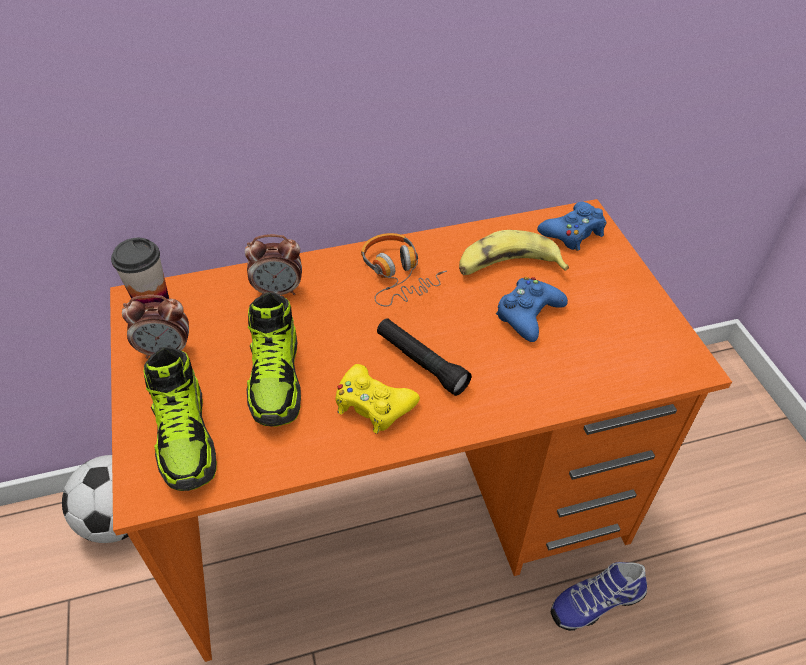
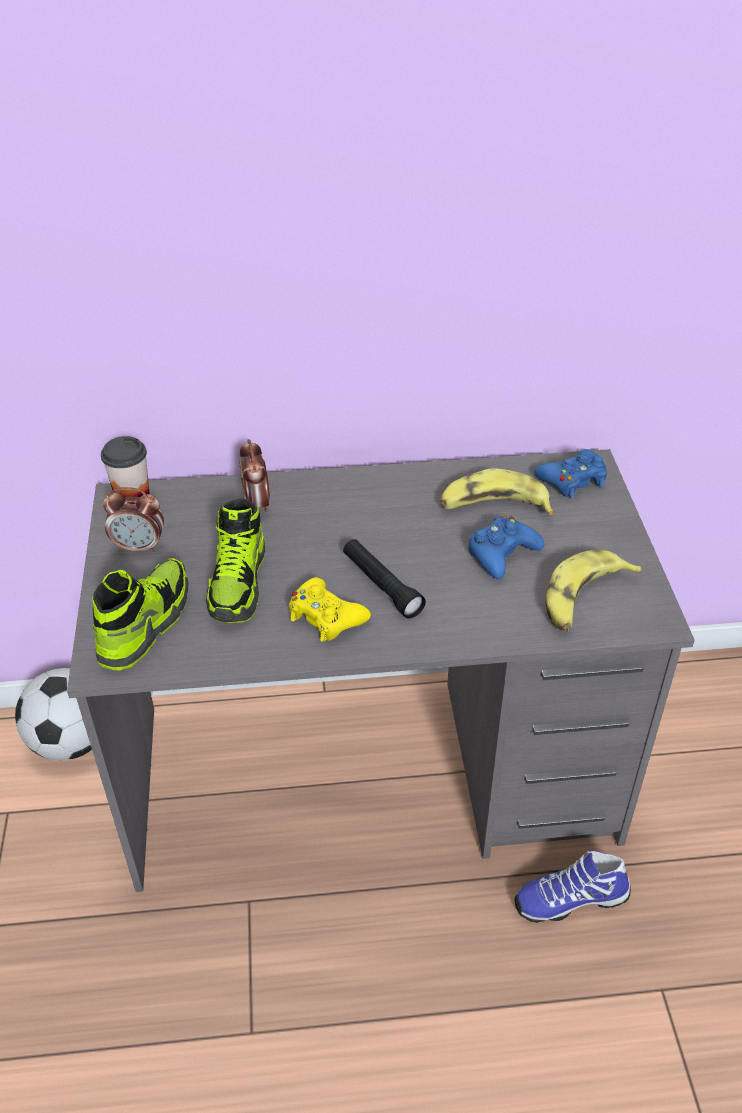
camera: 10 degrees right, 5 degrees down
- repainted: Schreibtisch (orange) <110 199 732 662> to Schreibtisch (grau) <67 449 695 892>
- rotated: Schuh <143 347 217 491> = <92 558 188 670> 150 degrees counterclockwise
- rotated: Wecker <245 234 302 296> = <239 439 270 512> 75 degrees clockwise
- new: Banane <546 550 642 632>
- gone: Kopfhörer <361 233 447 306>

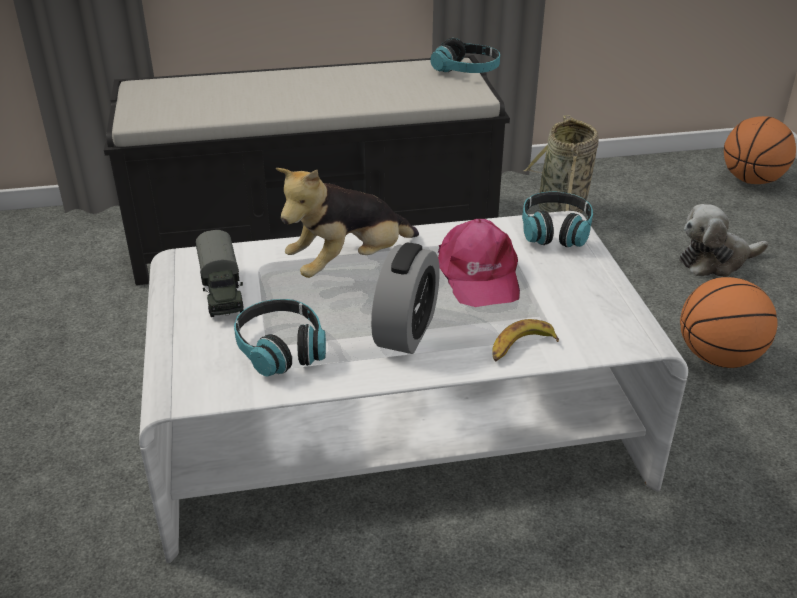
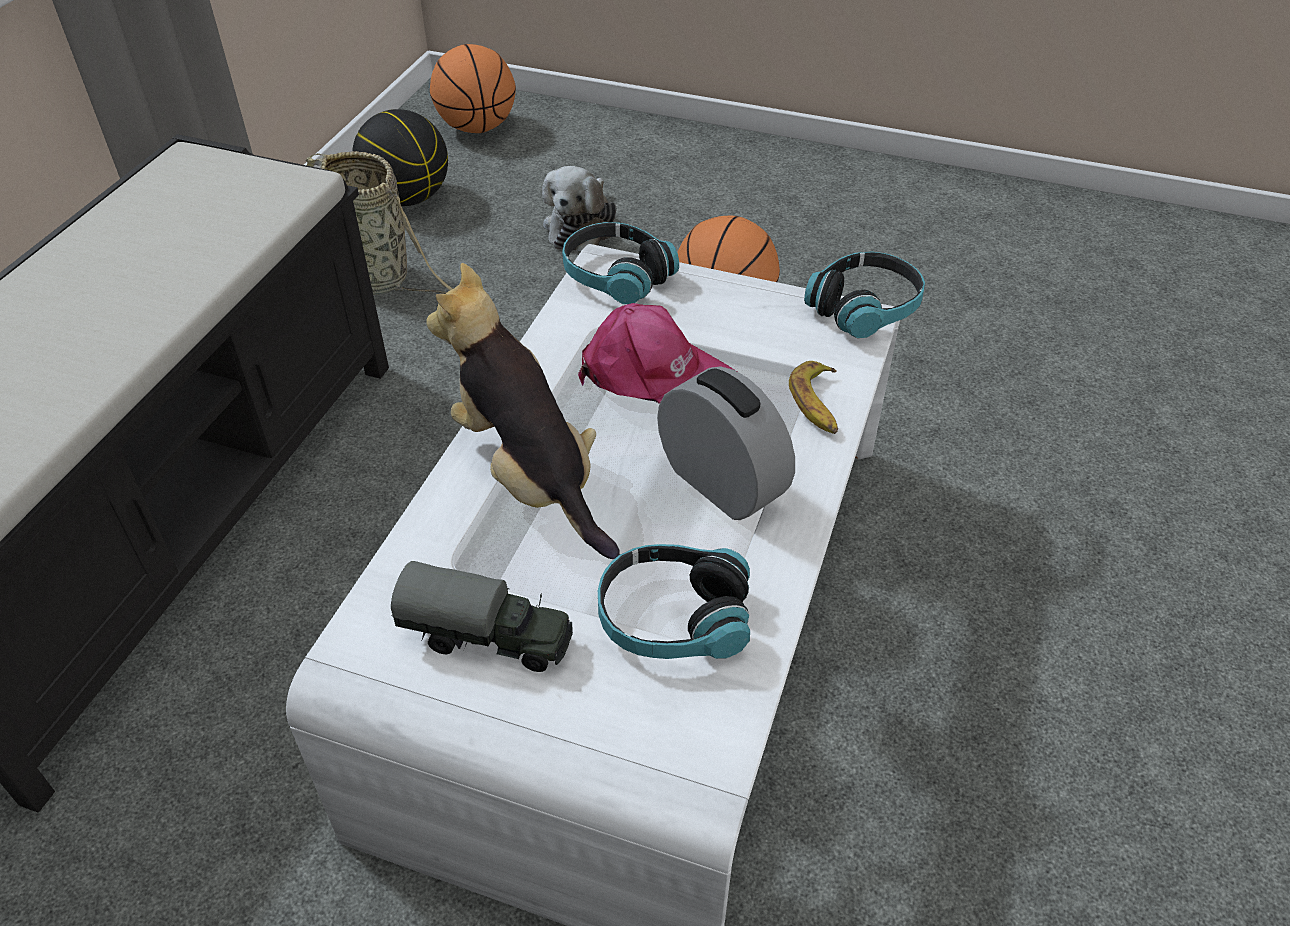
camera: 60 degrees left, 10 degrees up
- new: Basketball <352 109 448 206>
- rotated: Plüschtier <276 168 419 278> = <426 263 620 559> 150 degrees clockwise
- shifted: Kopfhörer <430 38 500 73> to <804 251 925 338>

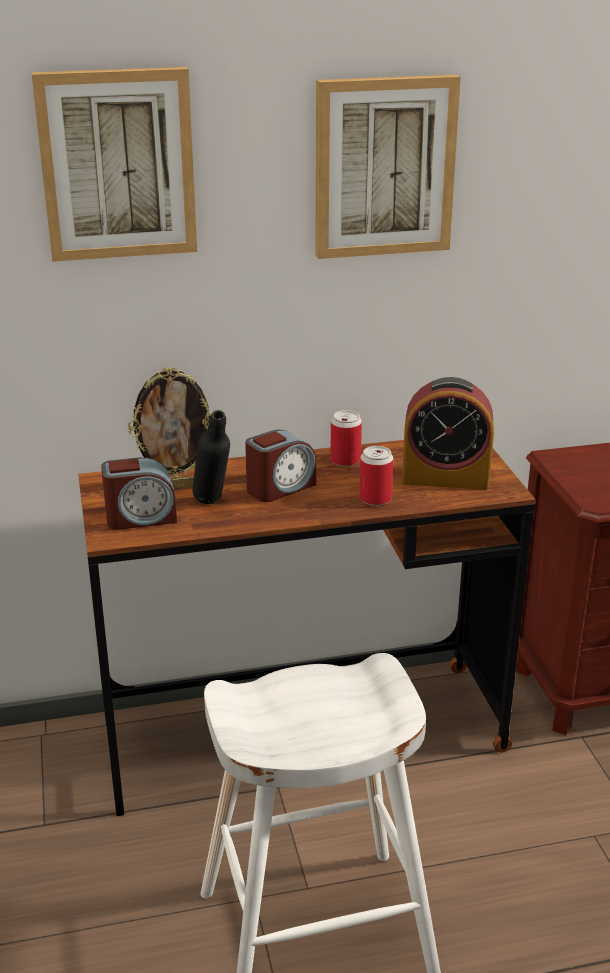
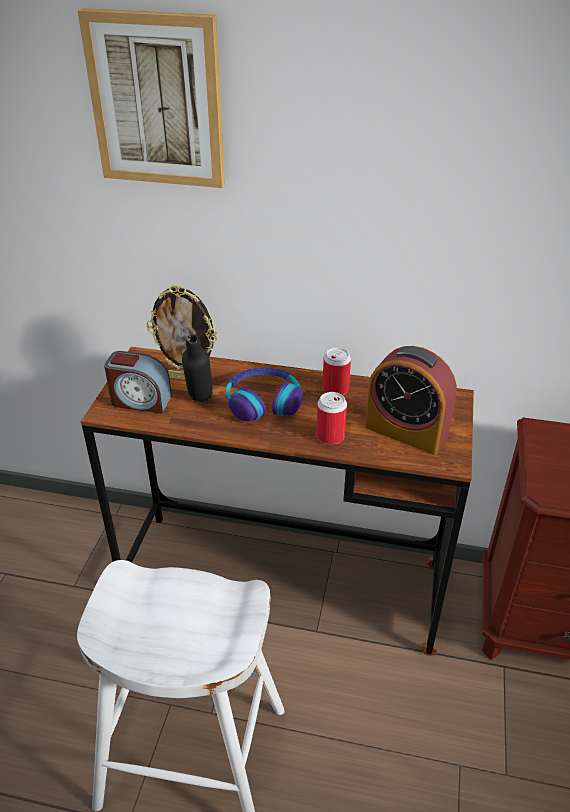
camera: 25 degrees right, 10 degrees up
- swapped: Wecker <245 429 316 502> to Kopfhörer <226 367 303 421>
- gone: Bild <315 75 461 259>

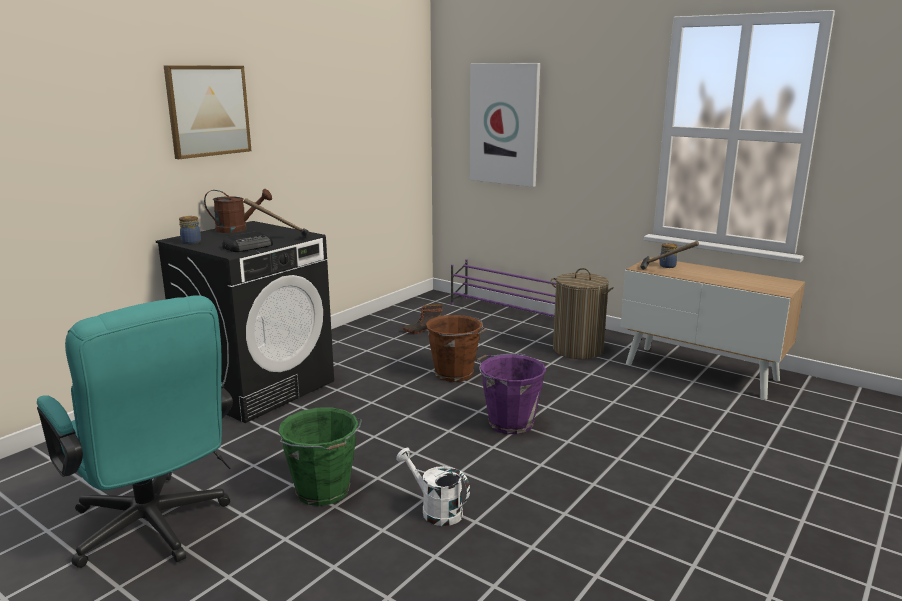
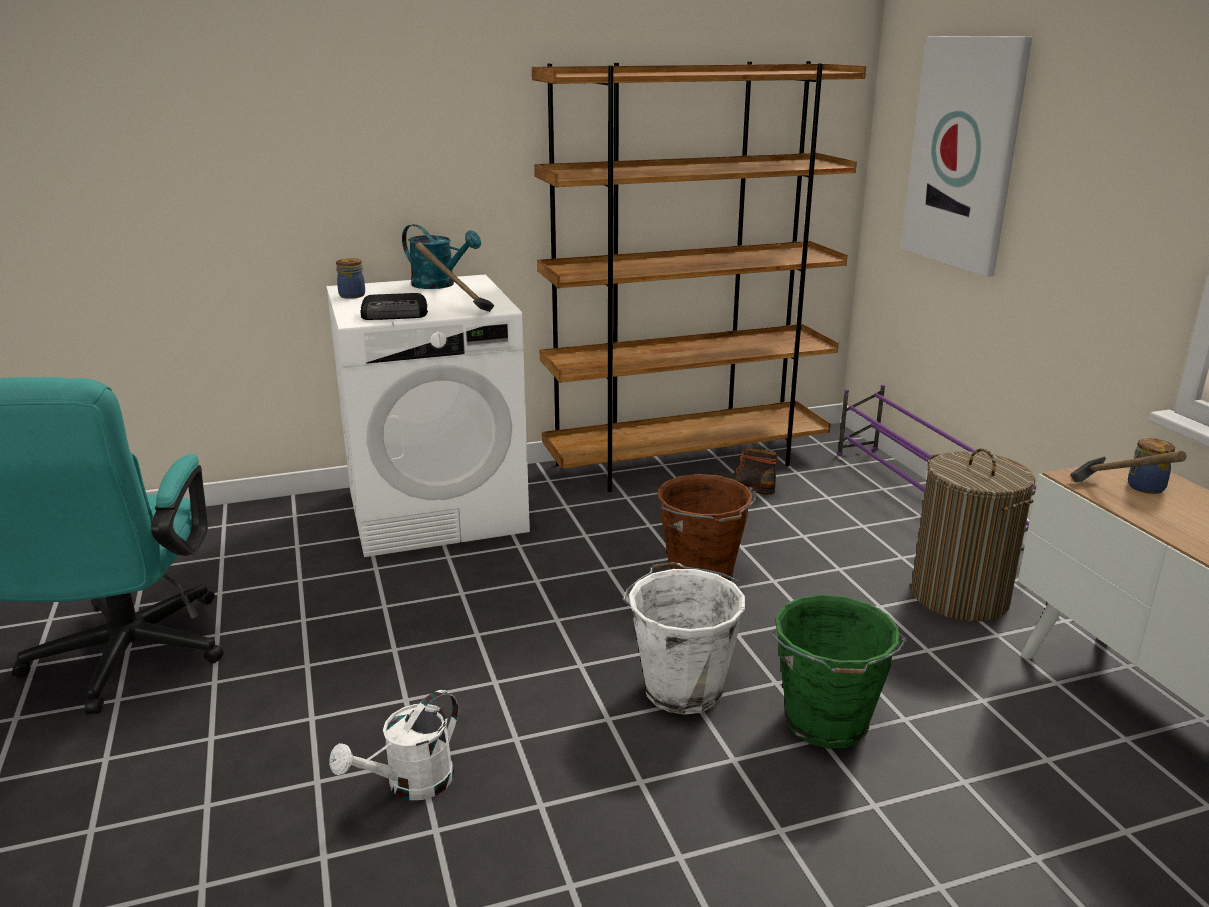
camera: 35 degrees right, 5 degrees up
- repainted: Waschmaschine (schwarz) <156 221 334 423> to Waschmaschine (weiß) <326 275 530 557>
- rotated: Gießkanne (weiß) <396 448 470 526> = <329 690 458 800> 120 degrees counterclockwise
- repainted: Gießkanne (braun) <204 189 272 233> to Gießkanne (türkis) <402 224 481 289>
- new: Bücherregal (braun) <532 61 866 492>
- repainted: Eimer (lila) <477 353 546 434> to Eimer (weiß) <623 562 745 715>
- shifted: Eimer (grün) <278 408 361 506> to <771 594 907 749>
- gone: Bild <164 66 251 159>

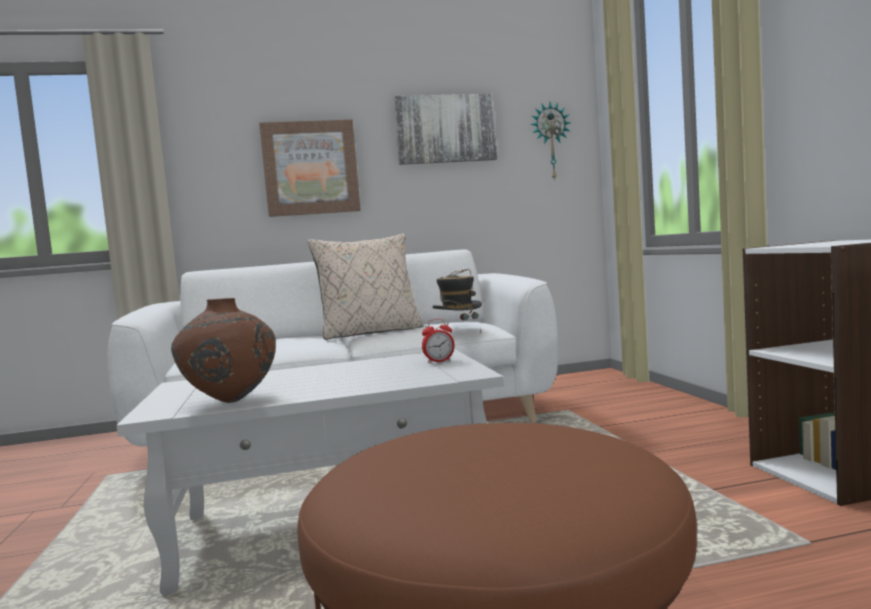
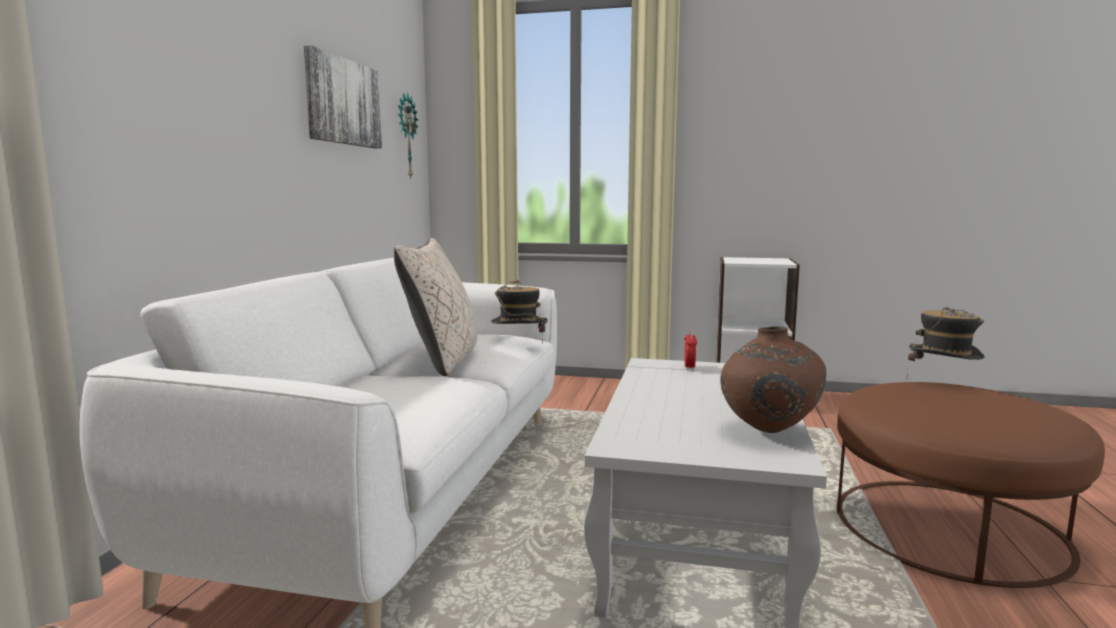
camera: 65 degrees left, 5 degrees up
- new: Hut <907 307 985 378>
- gone: Bild <259 120 361 217>

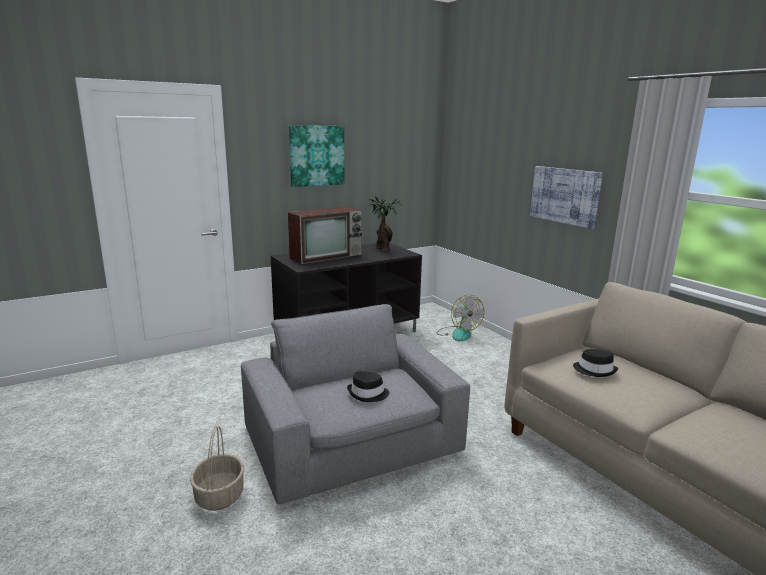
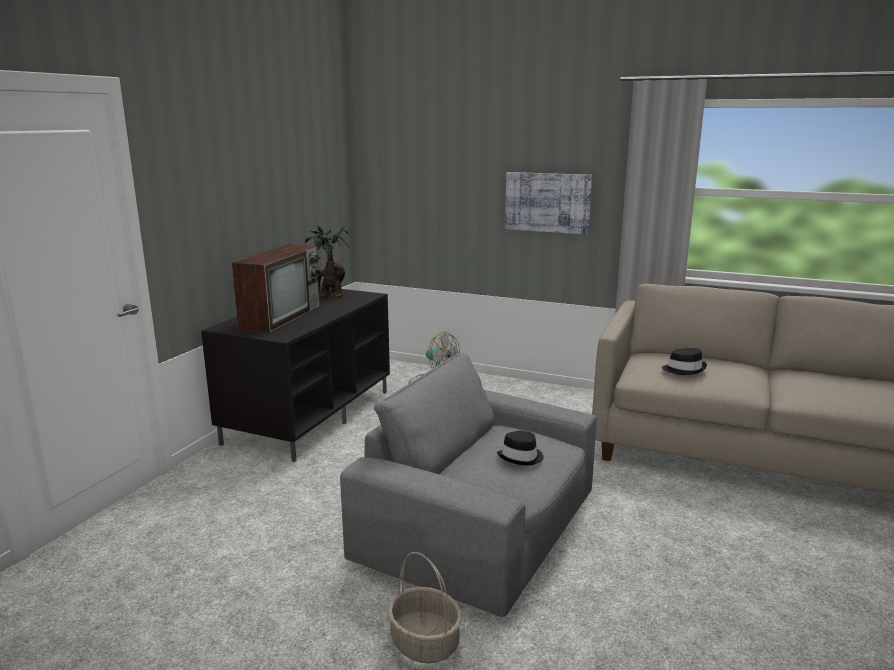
camera: 35 degrees left, 0 degrees up
- gone: Bild <289 125 345 187>

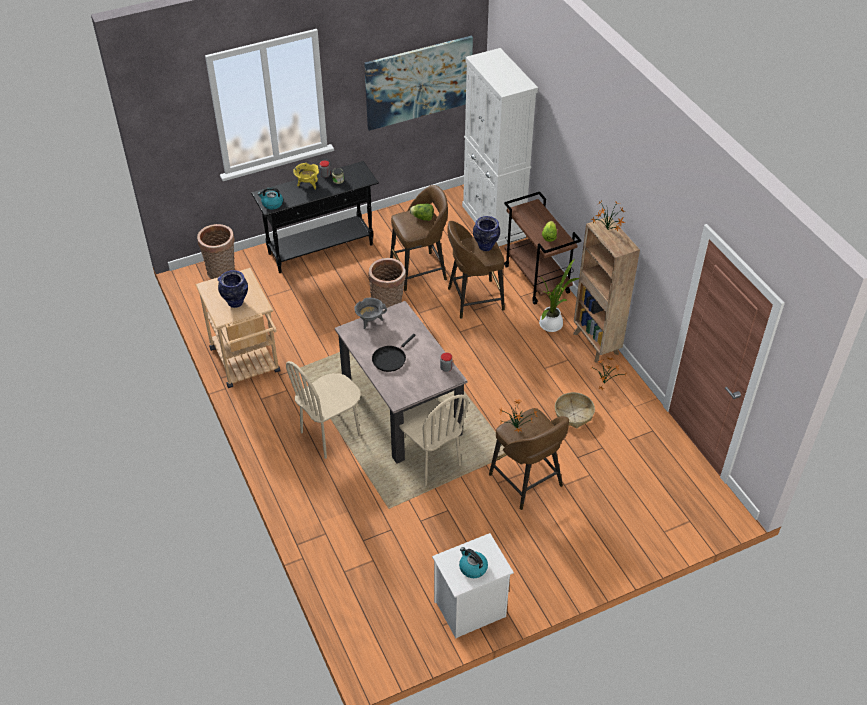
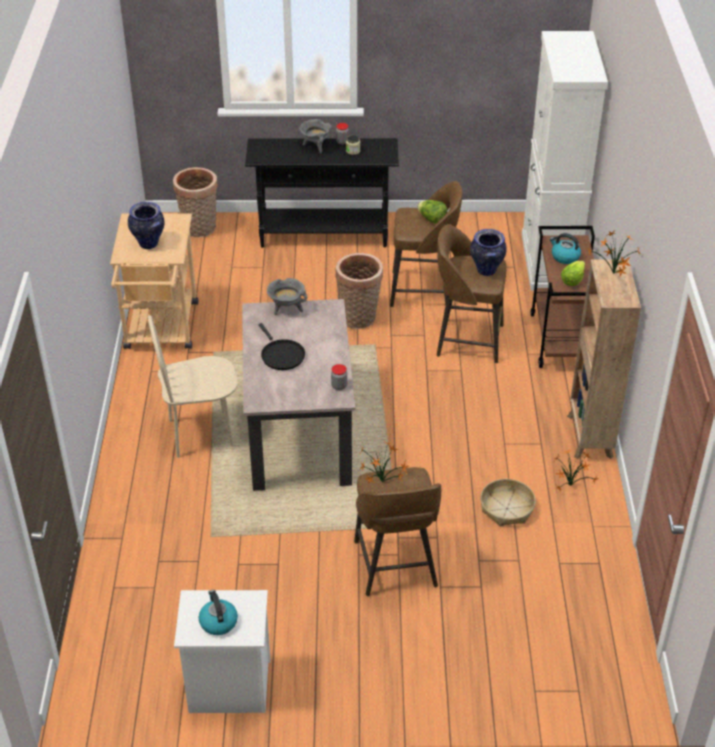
camera: 25 degrees right, 5 degrees down
- rotated: Pfanne (schwarz) <372 334 416 372> = <259 323 305 370> 90 degrees counterclockwise
- repainted: Kochtopf (gelb) <293 163 319 190> to Kochtopf (grau) <299 119 332 154>
- shifted: Wasserkessel <258 187 283 209> to <550 233 581 264>
- gone: Bild <364 36 473 131>
- gone: Stuhl (beige) <399 395 469 486>
- gone: Topfpflanze <539 259 579 332>

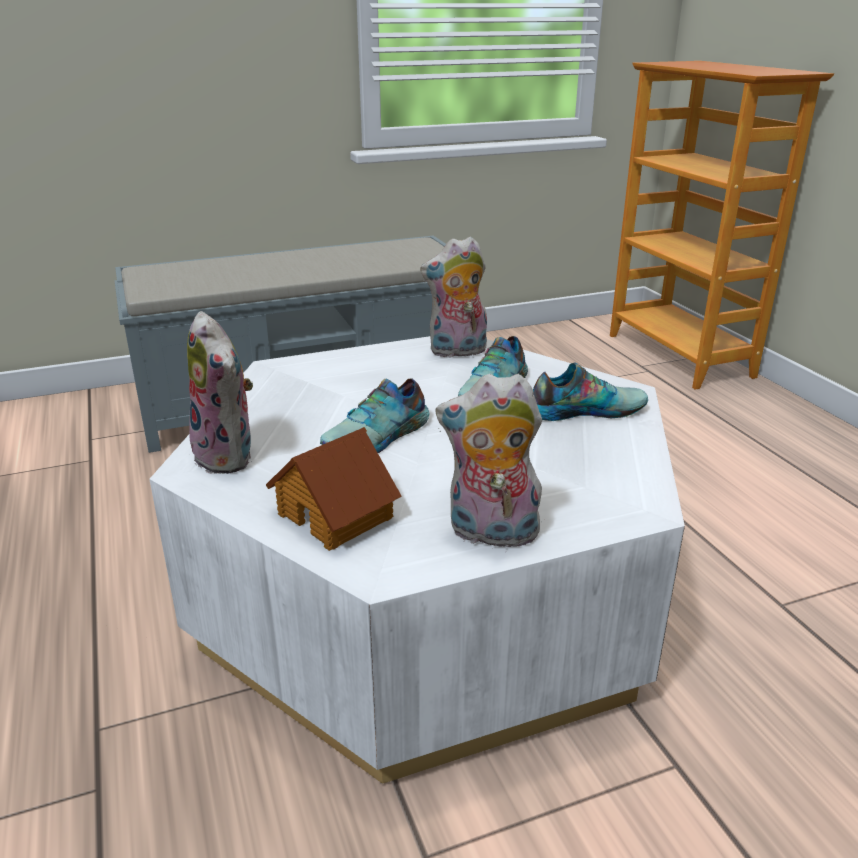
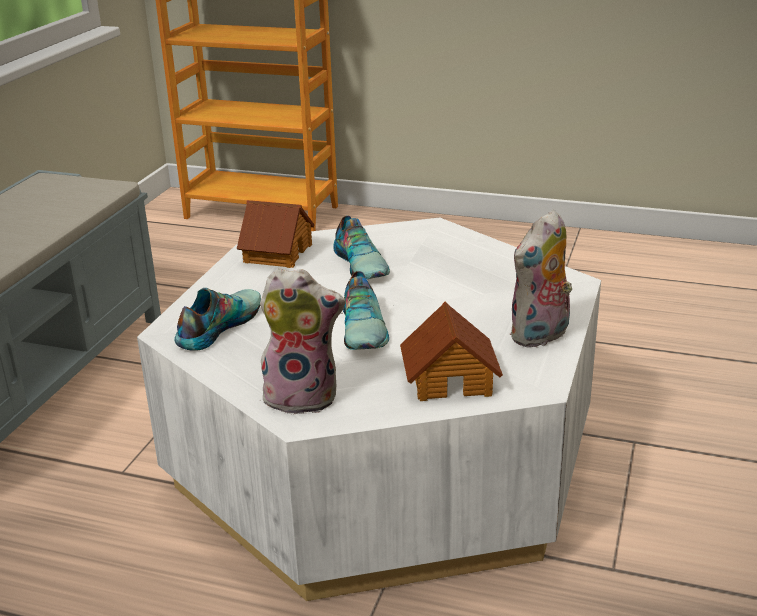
camera: 50 degrees left, 0 degrees up
- shifted: Schuh <533 363 648 421> to <174 288 261 351>
- swapped: Plüschtier <420 236 487 358> to Spielzeughaus <237 200 314 268>

